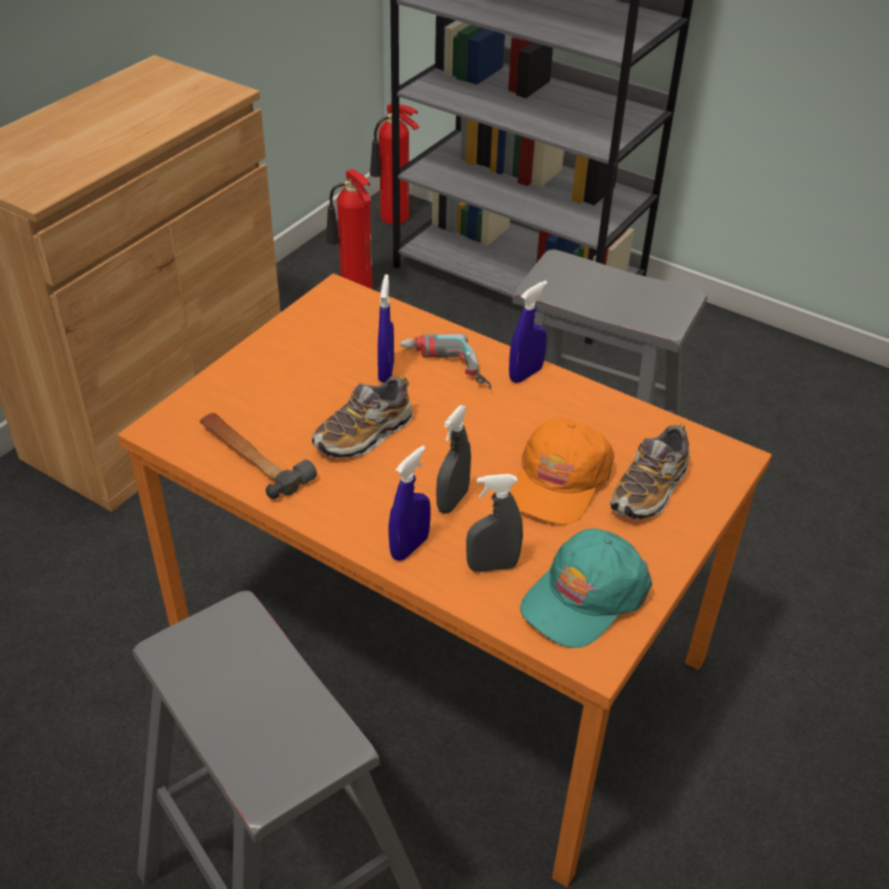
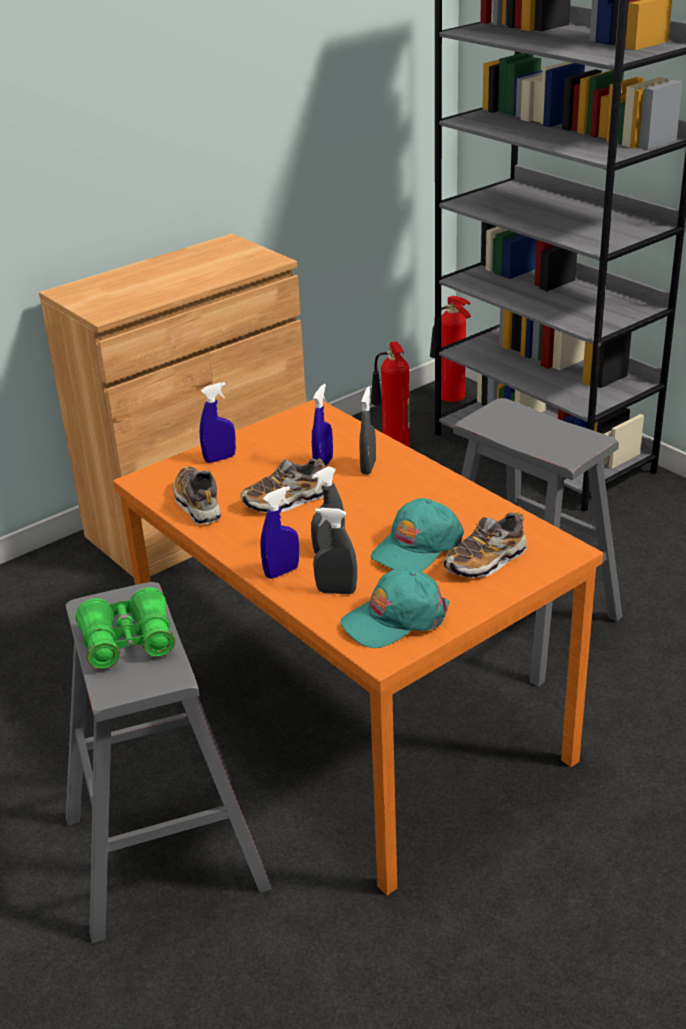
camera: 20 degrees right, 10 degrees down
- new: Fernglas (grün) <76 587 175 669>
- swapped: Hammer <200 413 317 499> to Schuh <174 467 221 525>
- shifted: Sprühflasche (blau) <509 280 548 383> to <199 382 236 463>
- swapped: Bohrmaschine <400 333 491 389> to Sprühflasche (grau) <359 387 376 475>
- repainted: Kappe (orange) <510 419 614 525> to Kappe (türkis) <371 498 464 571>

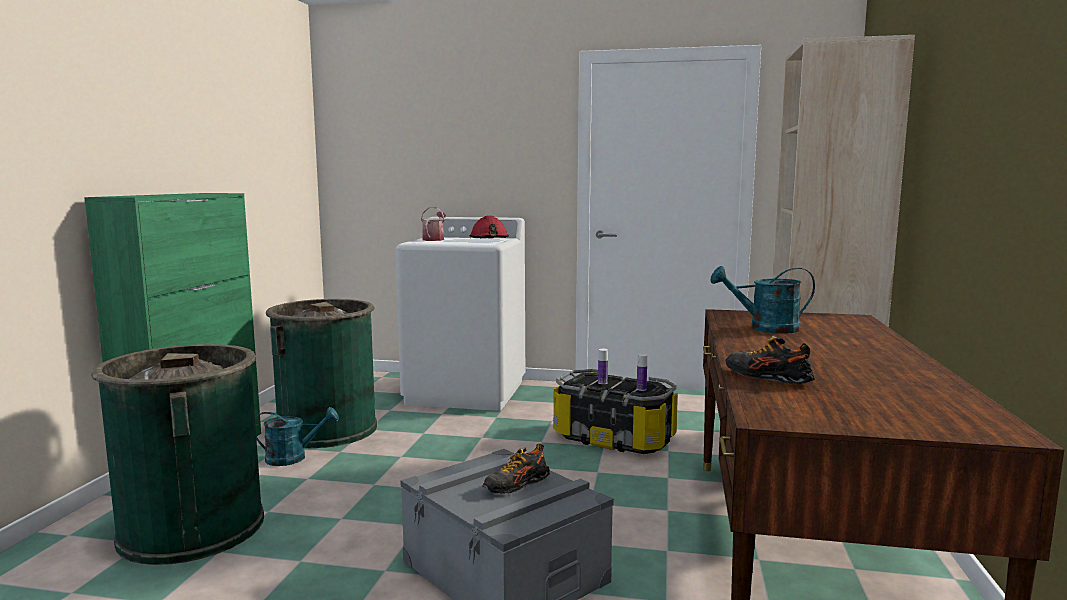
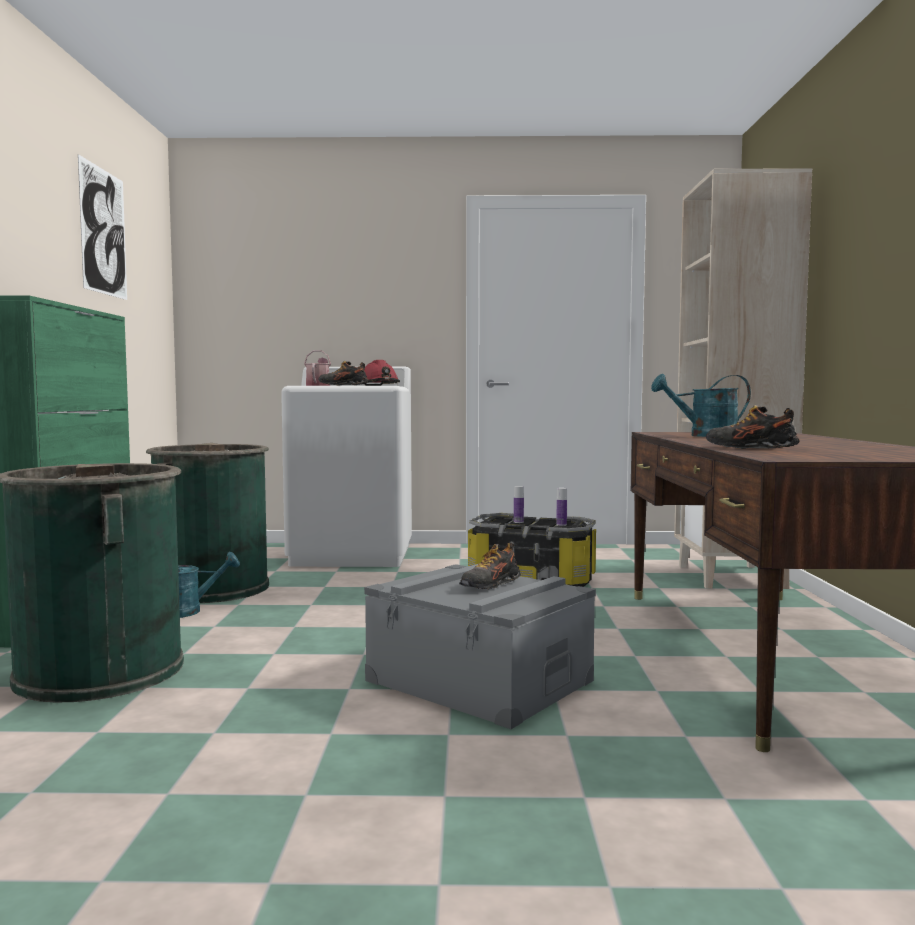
camera: 10 degrees left, 5 degrees down
- new: Bild <78 154 127 300>
- new: Schuh <318 361 369 386>

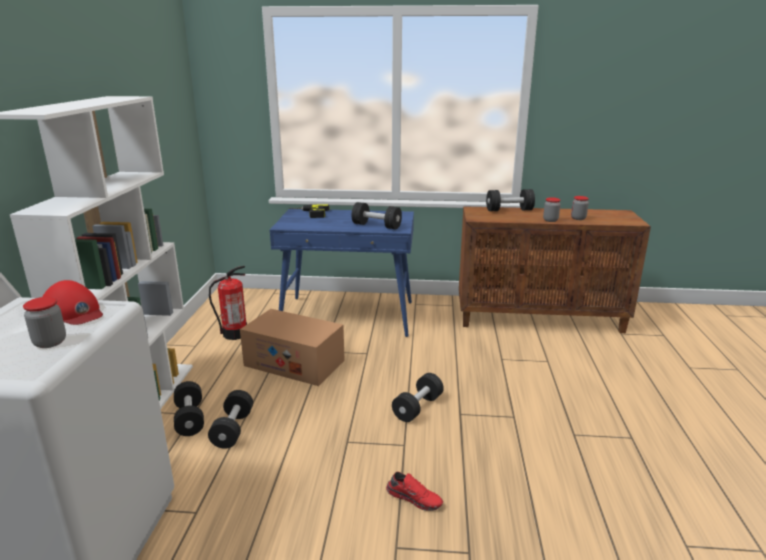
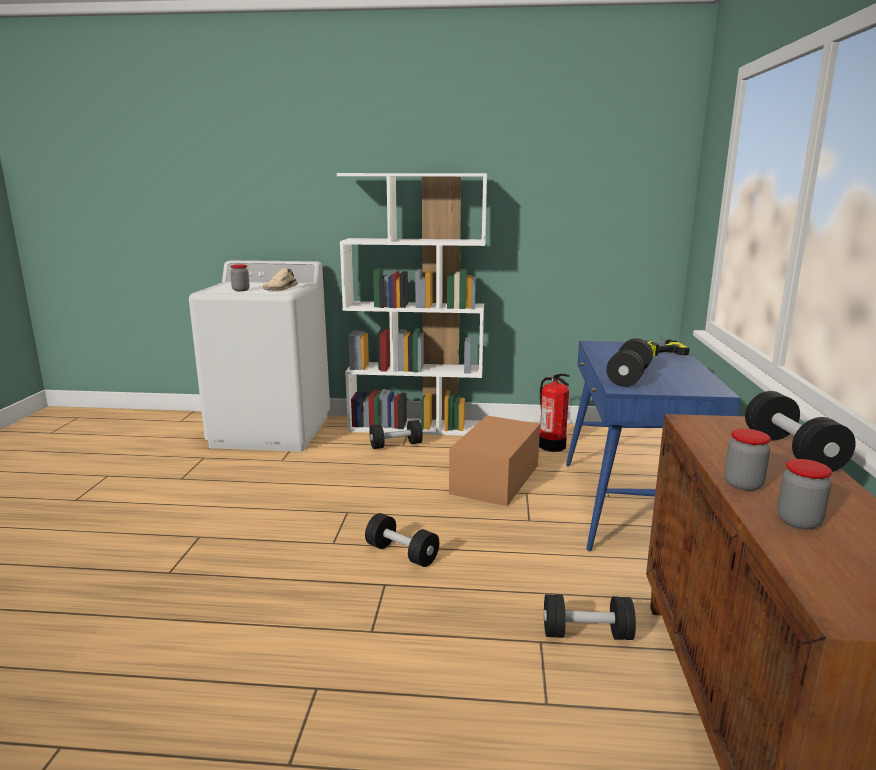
camera: 90 degrees right, 5 degrees down
- swapped: Kappe (rot) <42 280 103 325> to Schuh (beige) <263 269 298 291>
- shifted: Hantel (schwarz) <208 390 253 449> to <543 594 636 640>
- gone: Schuh (rot) <386 472 443 511>

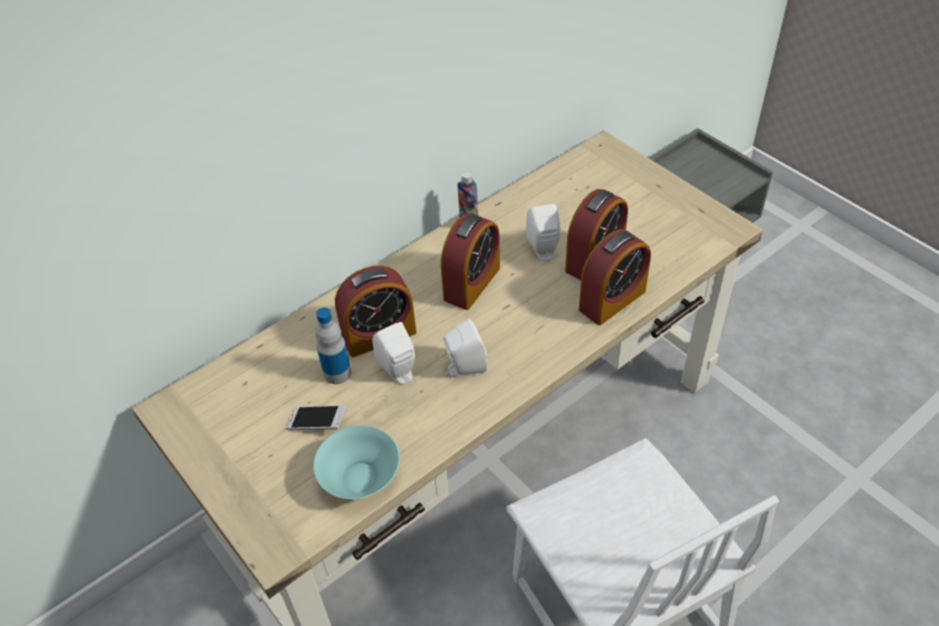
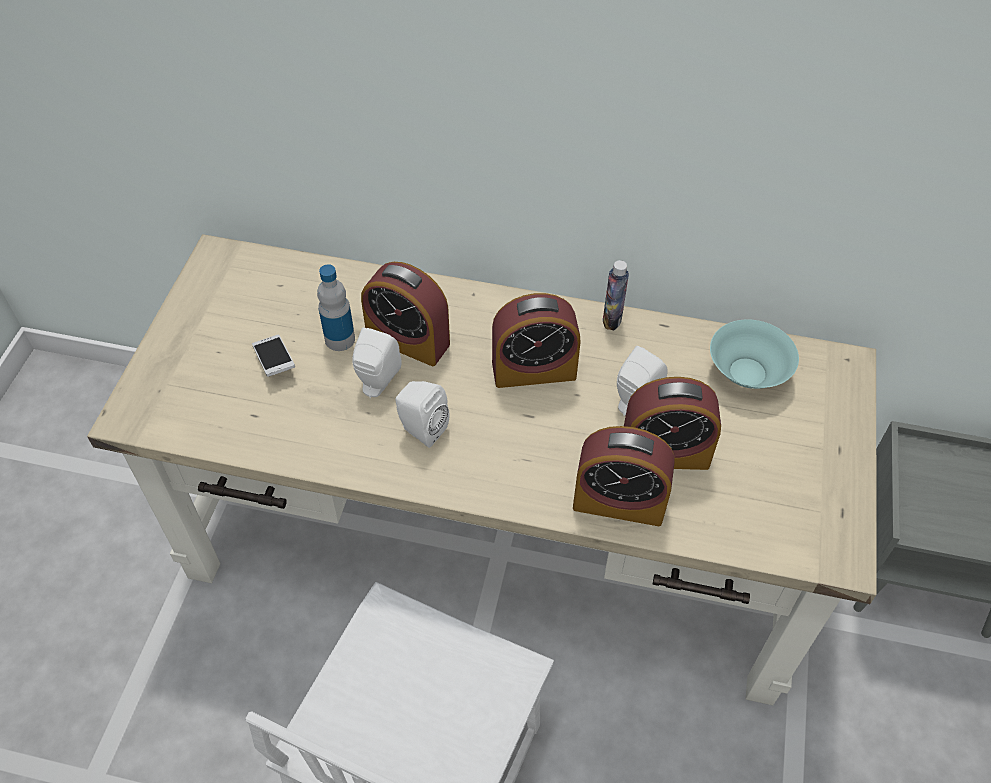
camera: 50 degrees right, 5 degrees up
- shifted: Schüssel (türkis) <313 425 400 499> to <710 319 799 389>

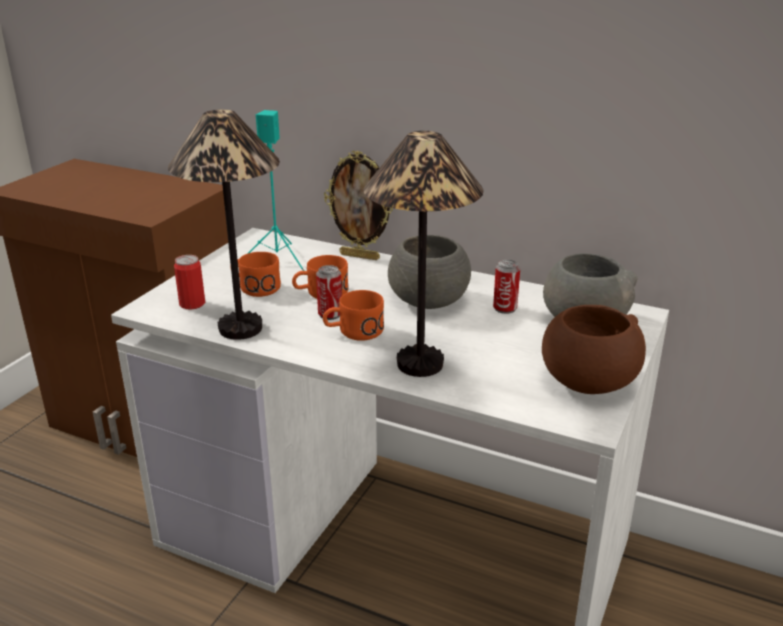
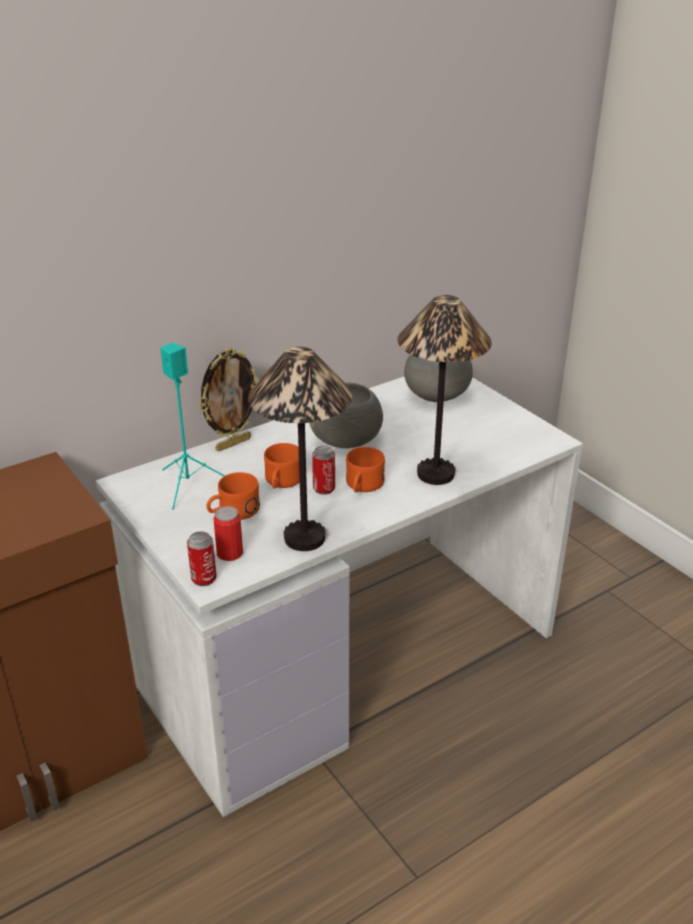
camera: 60 degrees left, 5 degrees up
- shifted: Dose <493 260 520 314> to <187 531 217 586>
- gone: Schüssel (braun) <542 305 646 394>

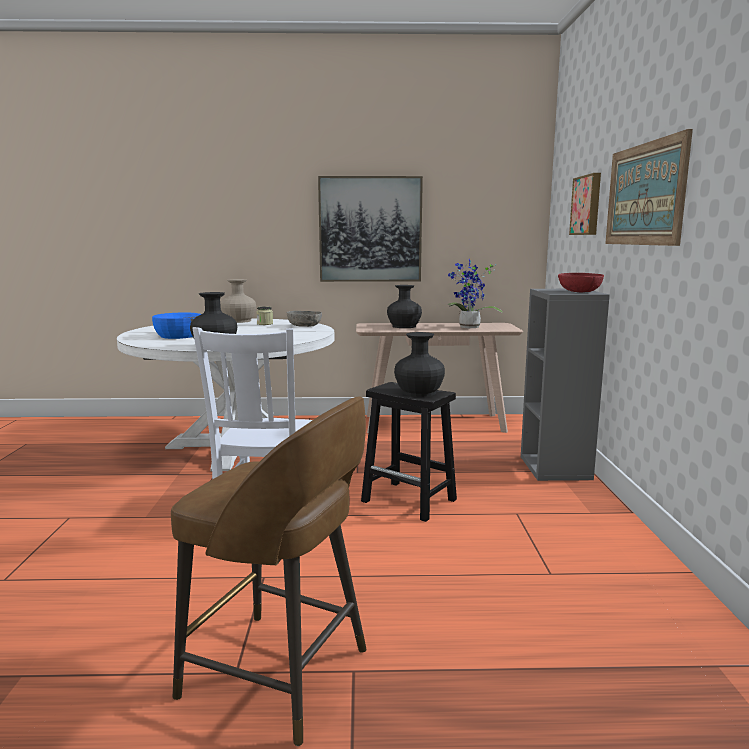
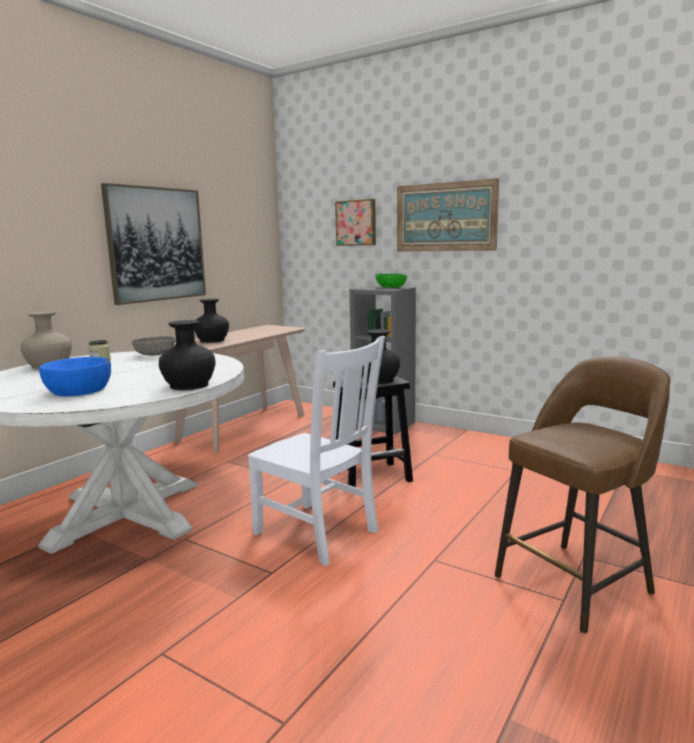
camera: 55 degrees left, 0 degrees up
- repainted: Schüssel (rot) <558 273 604 293> to Schüssel (grün) <375 274 407 288>
- gone: Topfpflanze <448 259 503 328>

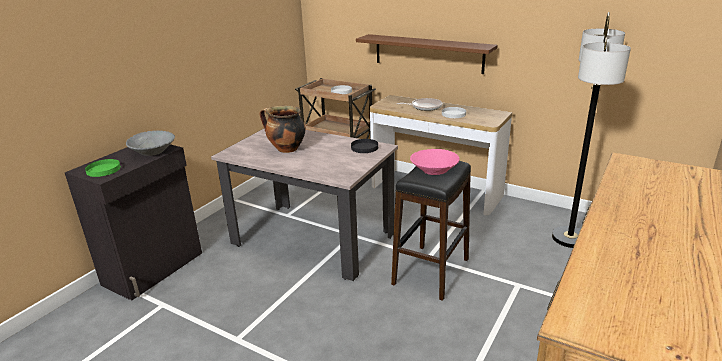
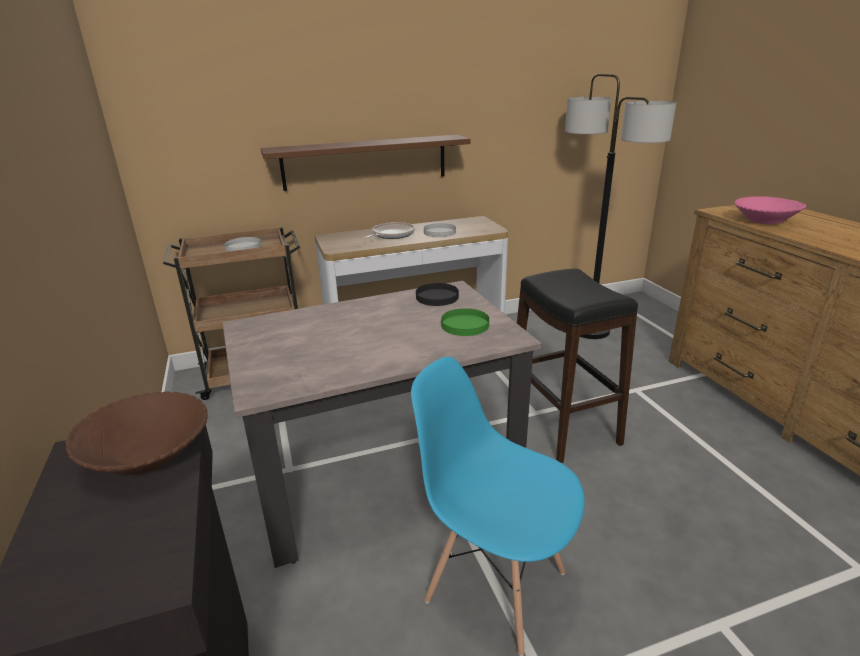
camera: 50 degrees left, 0 degrees up
- repainted: Schüssel (grau) <126 130 175 156> to Schüssel (braun) <65 391 208 475>
- new: Stuhl (blau) <411 357 585 656>
- shifted: Teller (grün) <85 159 121 177> to <441 308 489 336>
- shifted: Schüssel (rosa) <410 149 459 175> to <735 196 806 224>
- gone: Kochtopf <260 105 306 153>

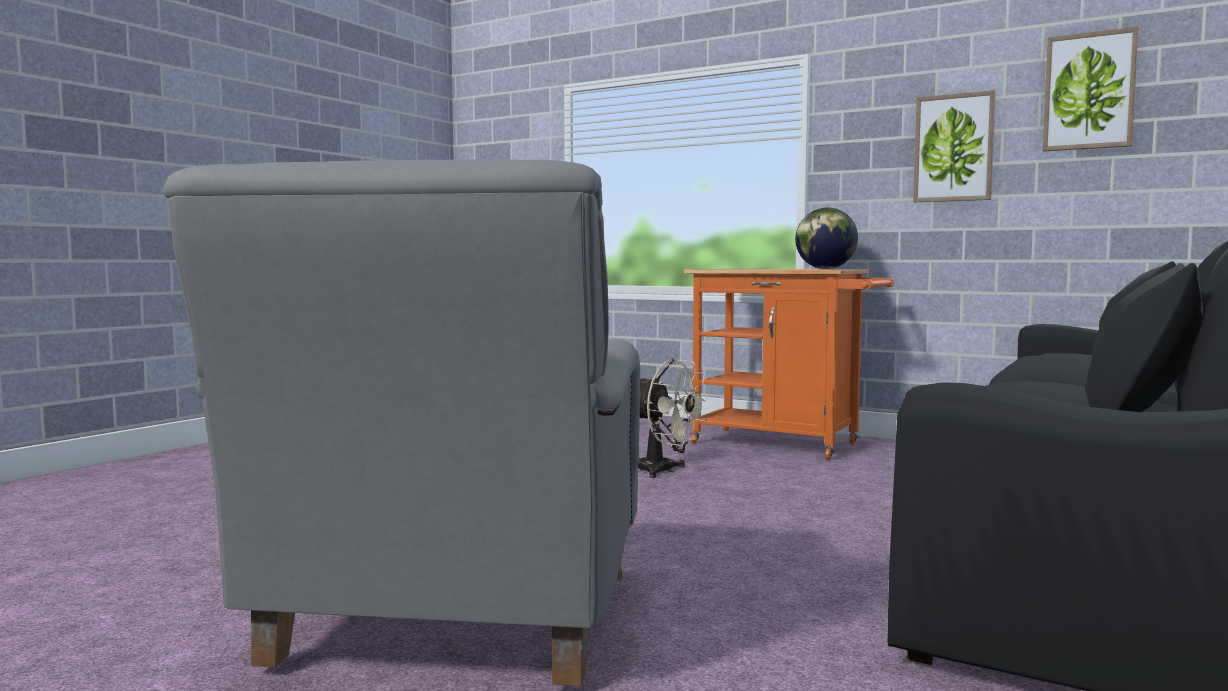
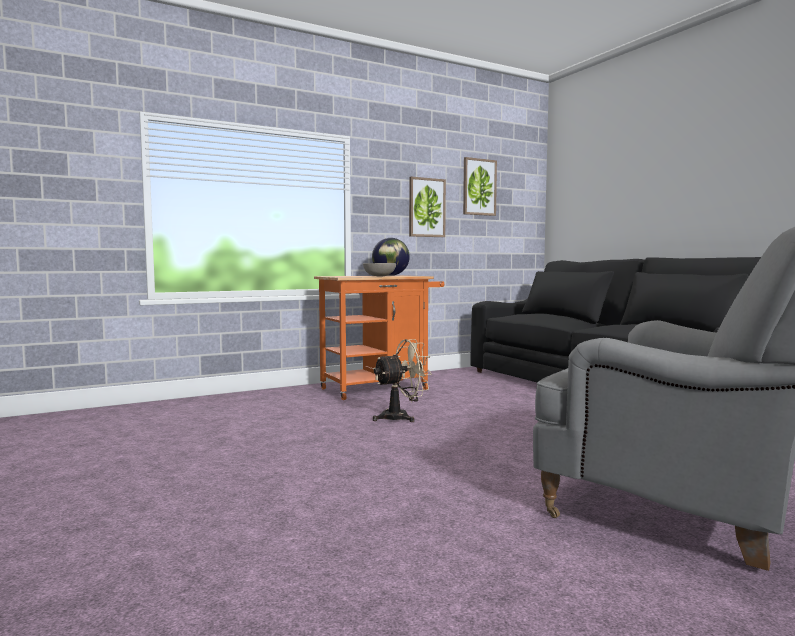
camera: 60 degrees left, 0 degrees up
- new: Schüssel (grau) <363 263 396 277>

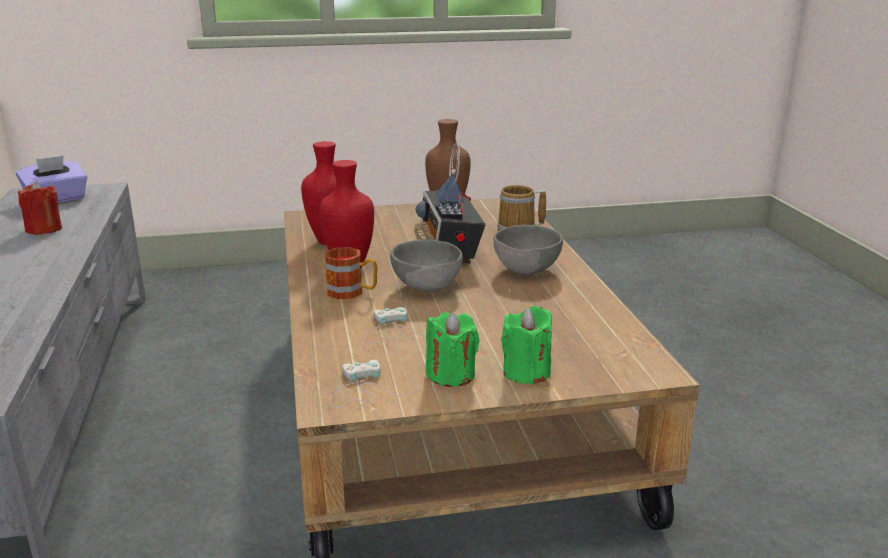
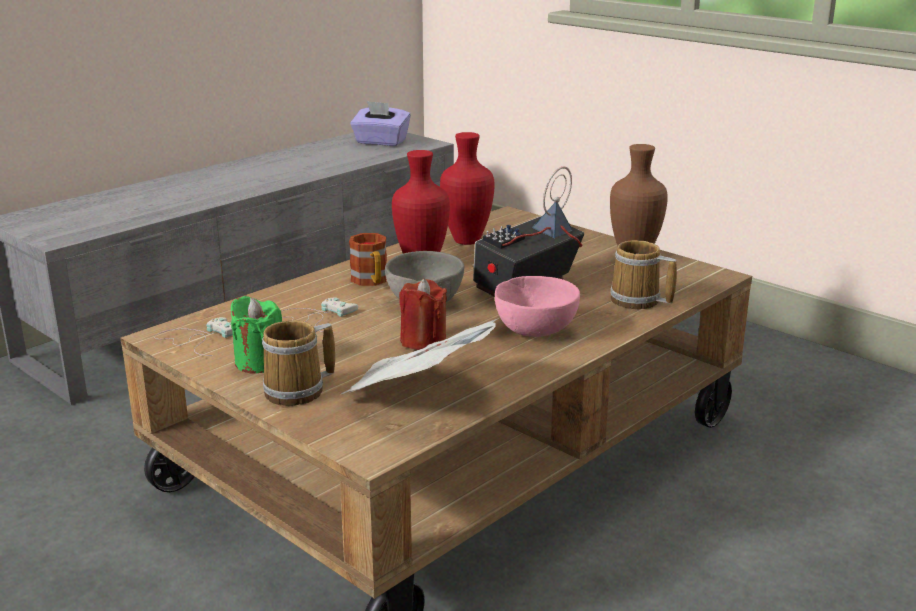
camera: 55 degrees right, 0 degrees up
- swapped: Kerze (grün) <501 306 552 385> to Henkelbecher <262 320 335 406>
- new: Zeitung <340 318 499 395>
- shifted: Kerze (rot) <18 181 62 235> to <399 279 447 350>
- repainted: Schüssel (grau) <494 225 563 275> to Schüssel (rosa) <495 276 580 337>

